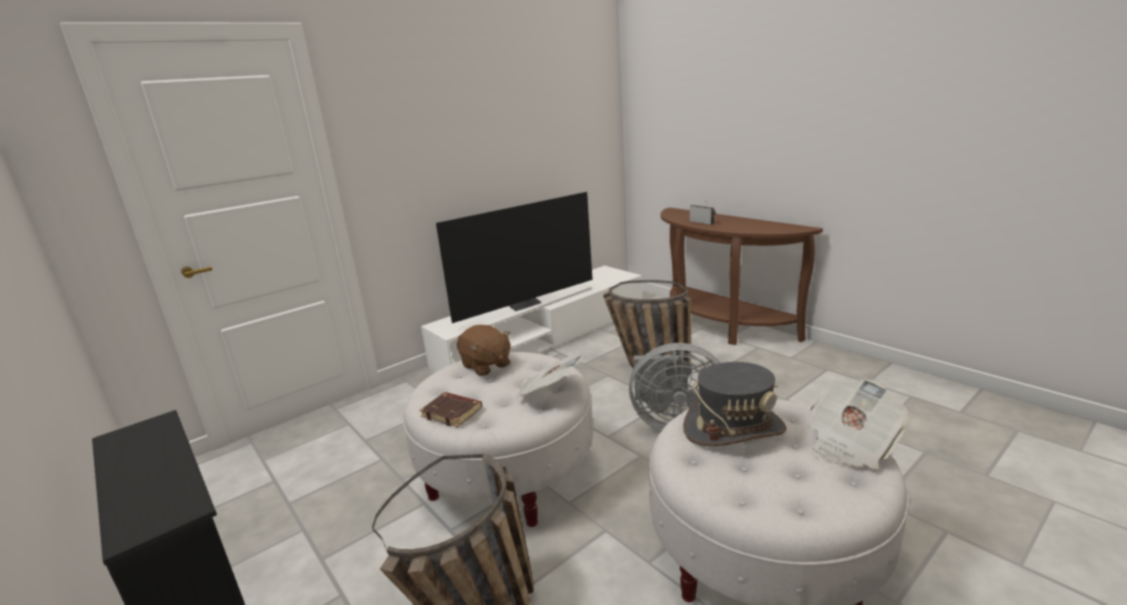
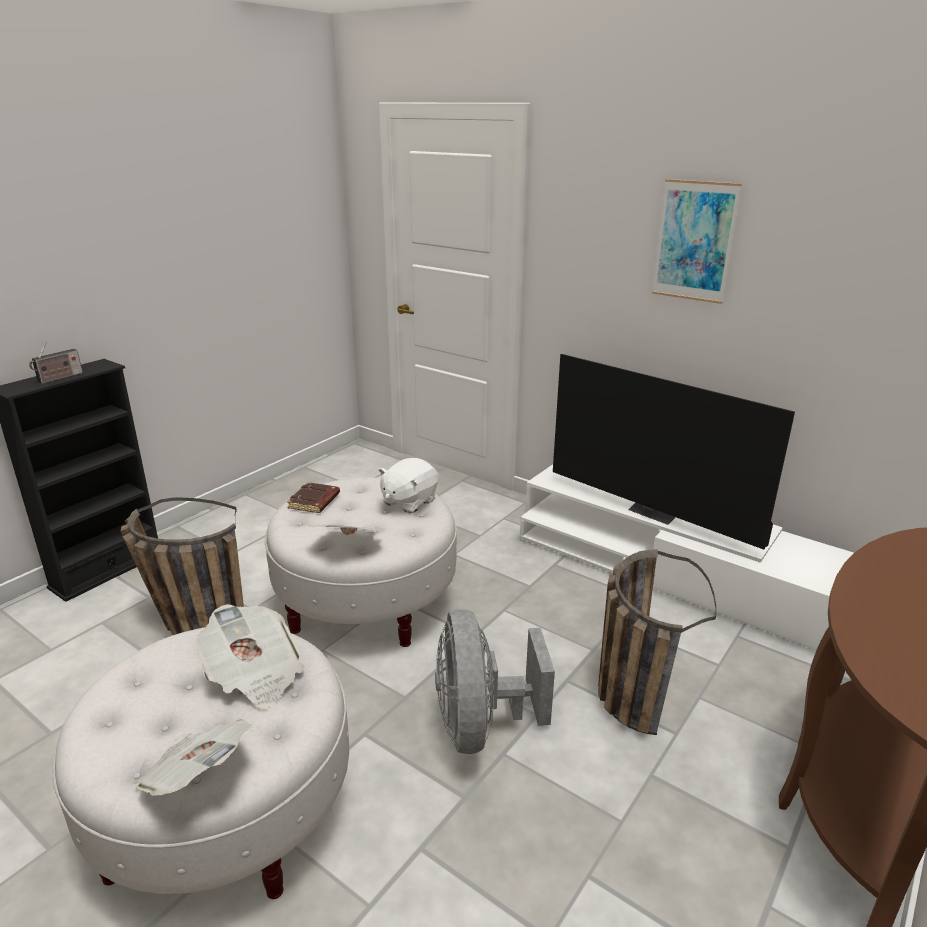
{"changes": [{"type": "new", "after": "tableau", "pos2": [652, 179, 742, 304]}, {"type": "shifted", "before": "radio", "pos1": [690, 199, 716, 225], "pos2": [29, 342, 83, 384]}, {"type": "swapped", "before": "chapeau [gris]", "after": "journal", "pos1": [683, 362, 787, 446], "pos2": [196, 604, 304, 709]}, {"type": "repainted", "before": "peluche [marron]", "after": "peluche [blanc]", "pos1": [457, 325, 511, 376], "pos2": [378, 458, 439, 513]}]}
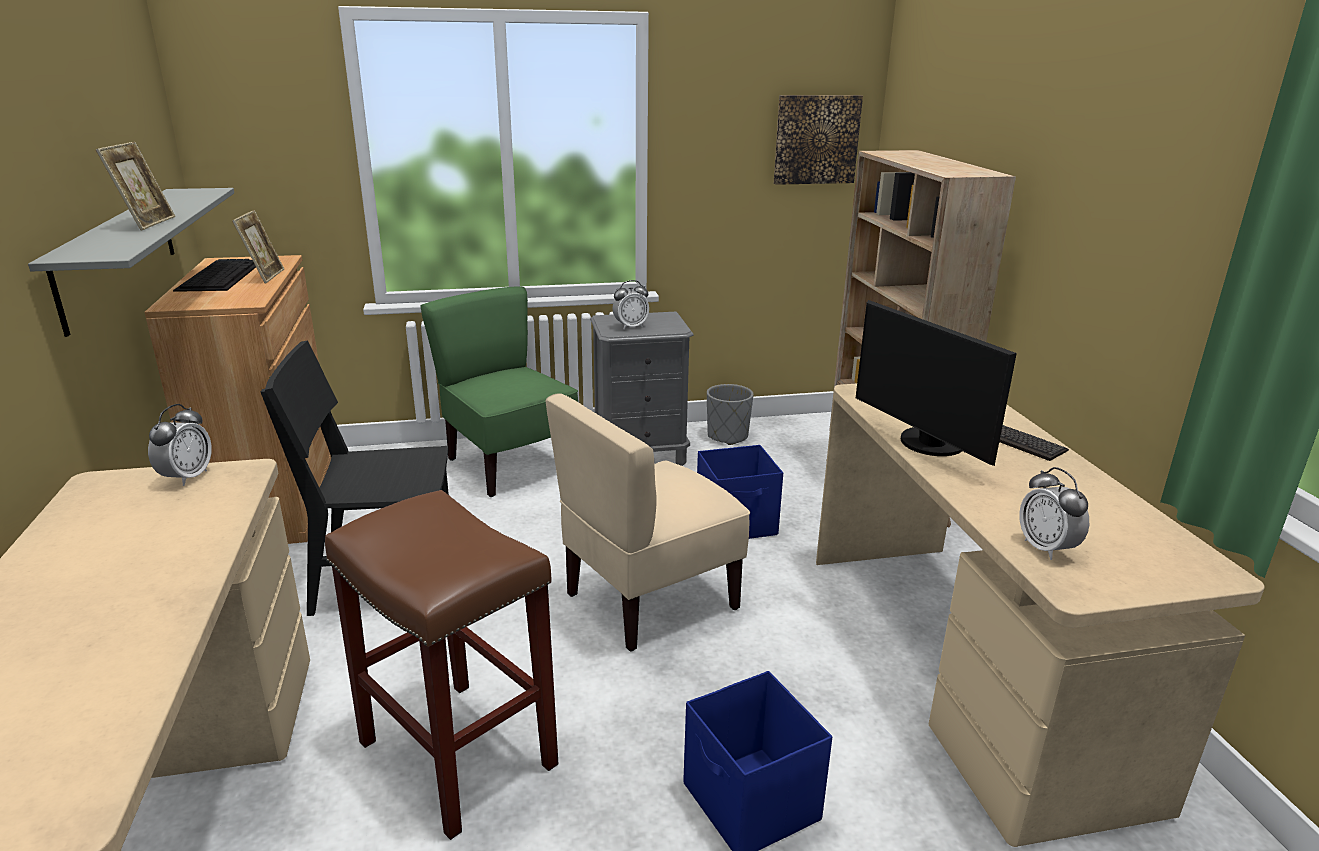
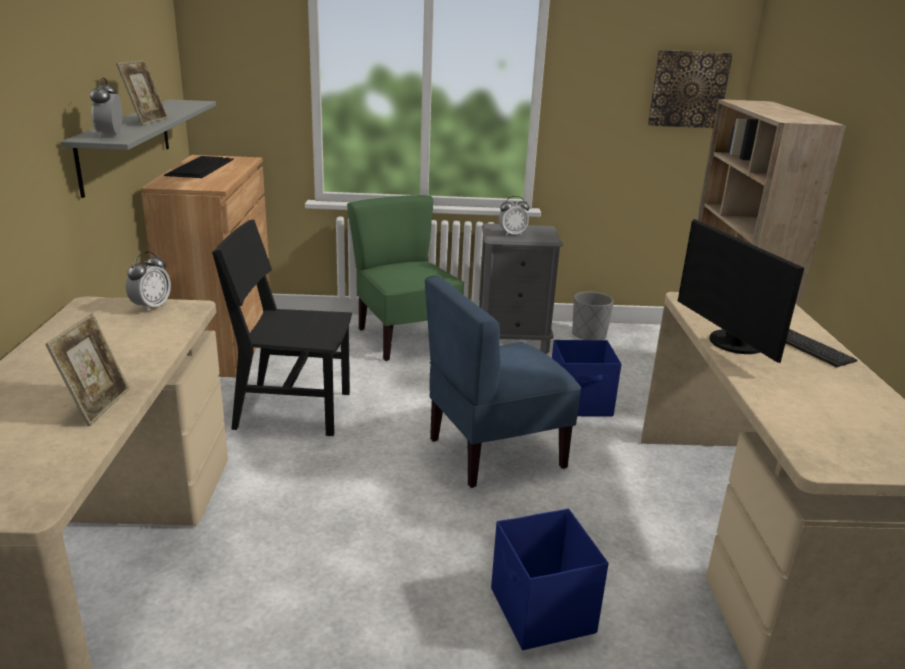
{"changes": [{"type": "gone", "before": "tabouret [marron]", "pos1": [325, 490, 558, 840]}, {"type": "shifted", "before": "cadre photo", "pos1": [232, 210, 284, 283], "pos2": [45, 313, 130, 426]}, {"type": "shifted", "before": "réveil", "pos1": [1019, 467, 1089, 560], "pos2": [90, 78, 123, 138]}, {"type": "repainted", "before": "chaise [beige]", "after": "chaise [bleu]", "pos1": [545, 393, 750, 652], "pos2": [425, 276, 581, 488]}]}
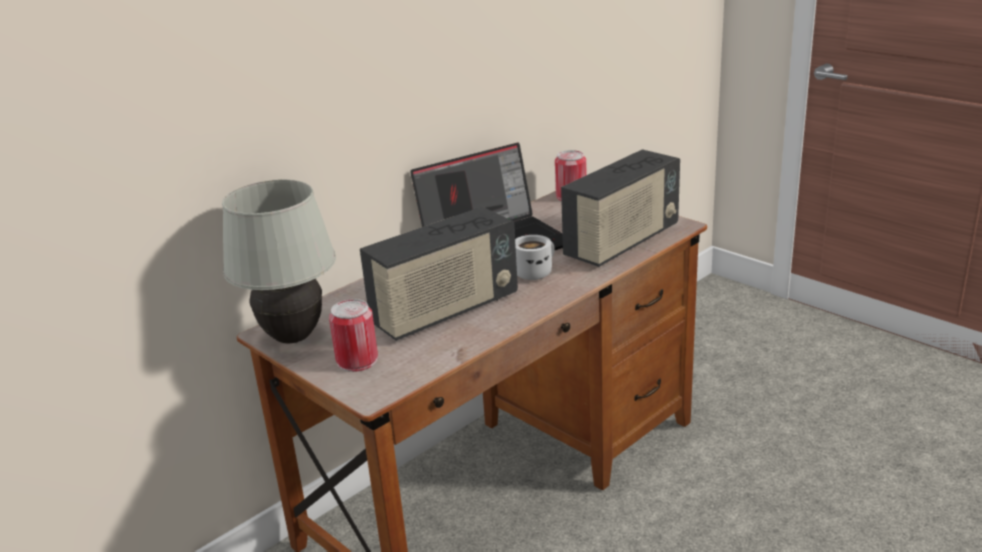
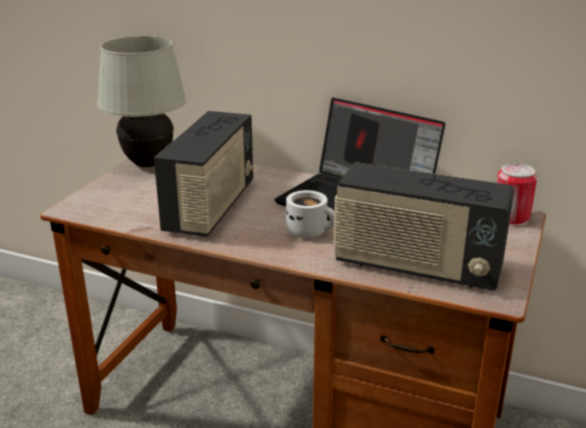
{"changes": [{"type": "gone", "before": "boîte métallique", "pos1": [329, 299, 378, 372]}, {"type": "rotated", "before": "radio", "pos1": [360, 207, 518, 341], "pos2": [154, 111, 255, 237], "turn": -105}]}
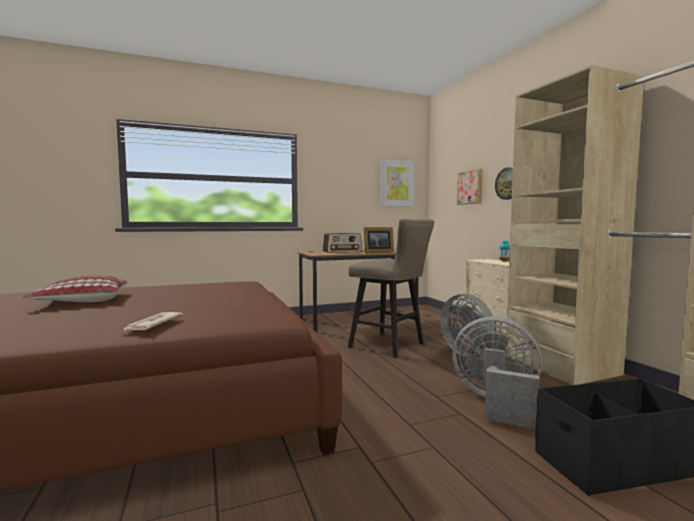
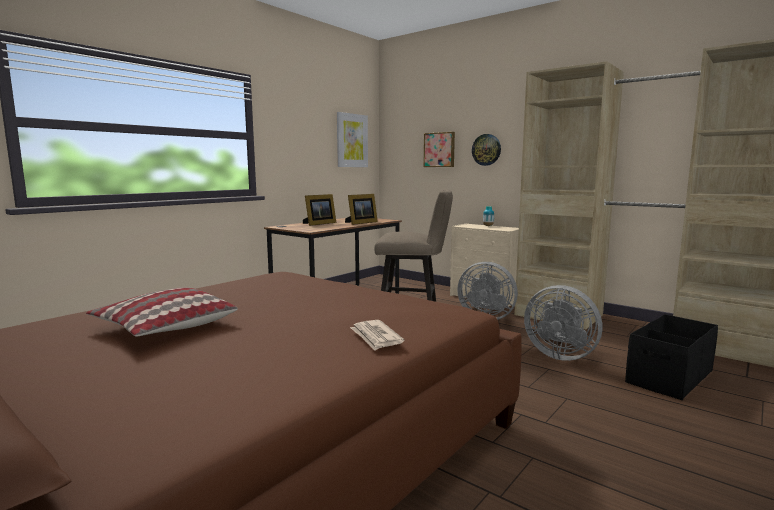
{"changes": [{"type": "swapped", "before": "radio", "after": "cadre photo", "pos1": [323, 233, 362, 253], "pos2": [303, 194, 336, 226]}, {"type": "rotated", "before": "ventilateur [gris]", "pos1": [452, 316, 542, 429], "pos2": [524, 285, 603, 361], "turn": -135}]}
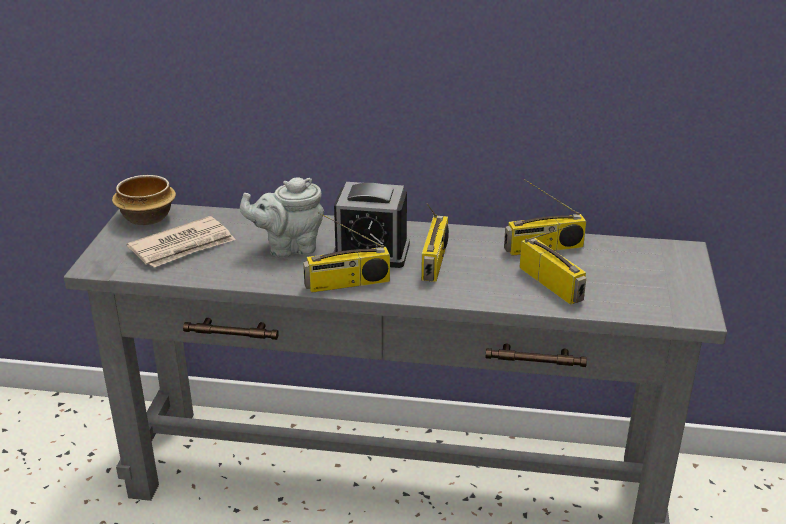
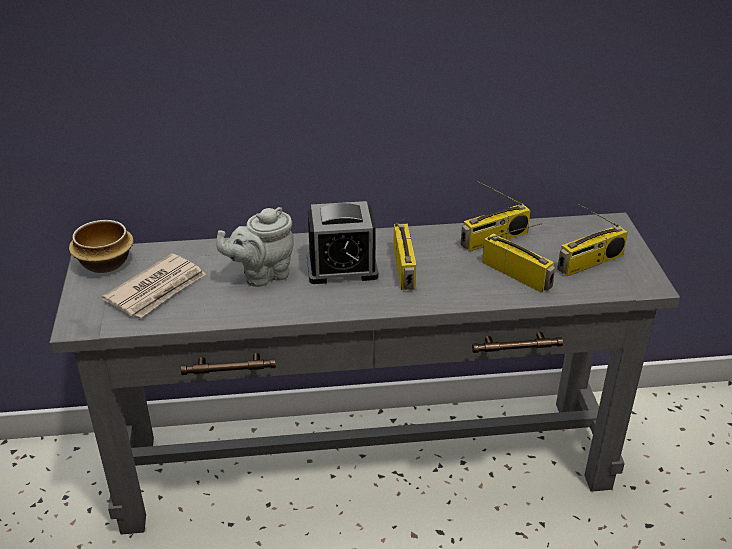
{"changes": [{"type": "shifted", "before": "radio", "pos1": [303, 212, 390, 293], "pos2": [557, 204, 628, 276]}]}
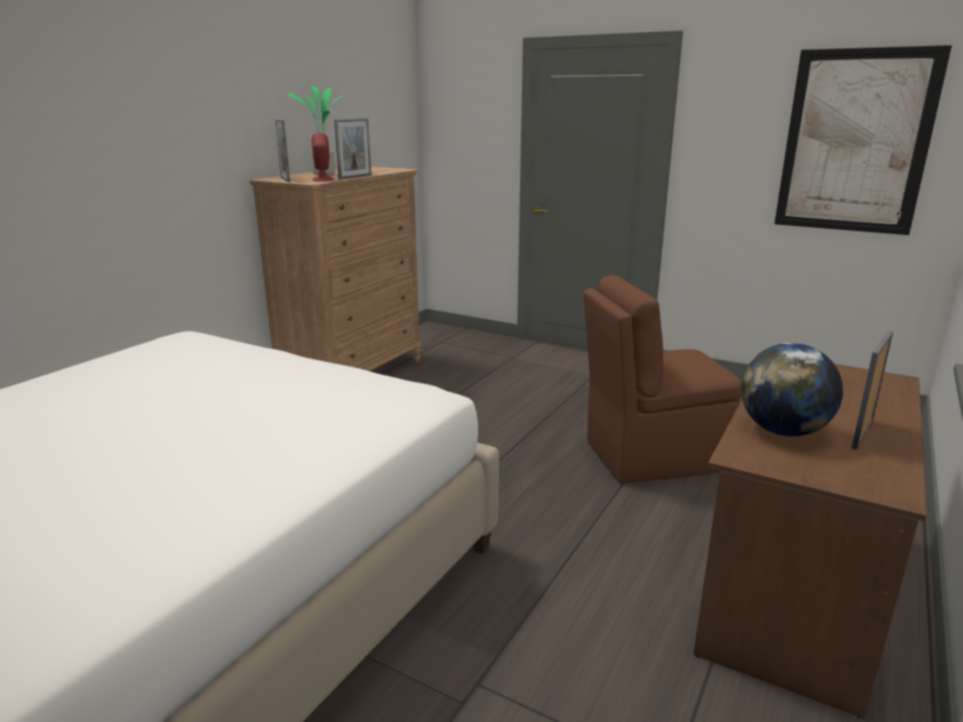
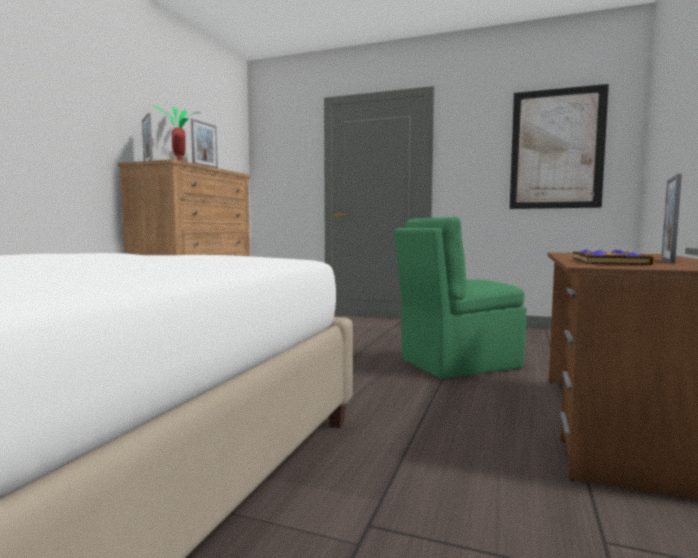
{"changes": [{"type": "swapped", "before": "globe", "after": "livre", "pos1": [741, 343, 843, 437], "pos2": [568, 249, 655, 266]}, {"type": "repainted", "before": "chaise [marron]", "after": "chaise [vert]", "pos1": [583, 275, 741, 484], "pos2": [394, 217, 526, 379]}]}
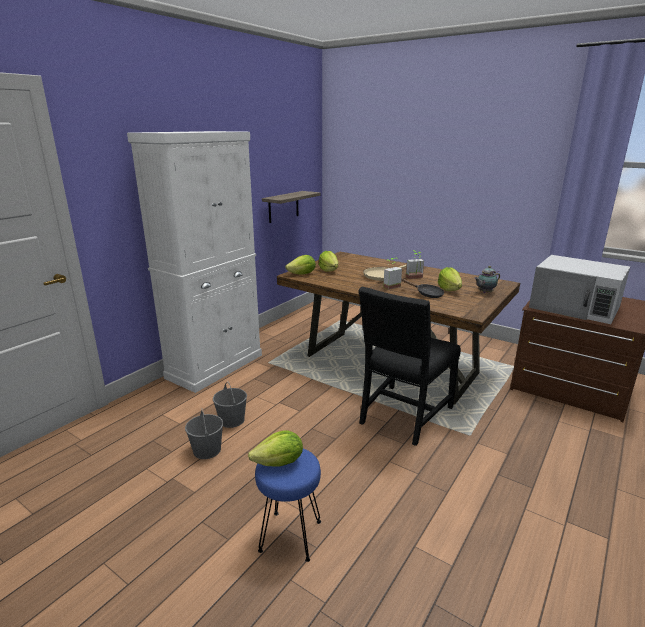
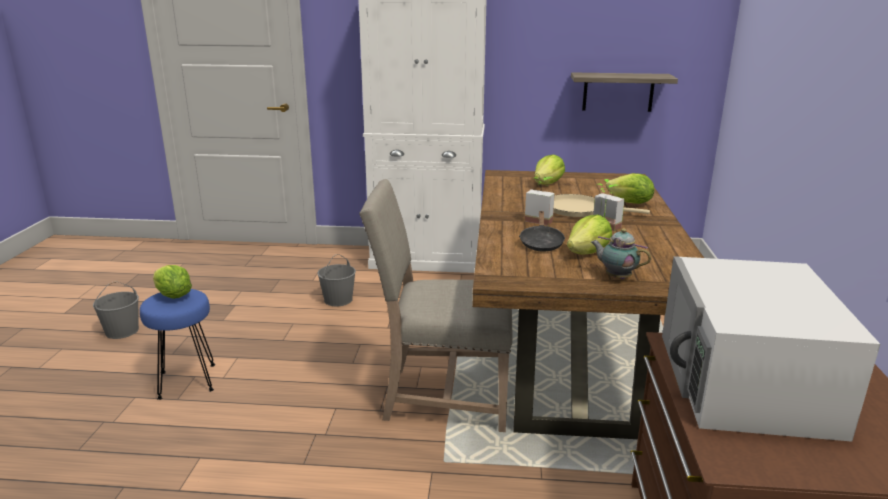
{"changes": [{"type": "shifted", "before": "seau [gris]", "pos1": [185, 408, 223, 459], "pos2": [93, 281, 139, 339]}, {"type": "shifted", "before": "laitue", "pos1": [285, 255, 316, 275], "pos2": [606, 173, 654, 204]}, {"type": "repainted", "before": "chaise [noir]", "after": "chaise [beige]", "pos1": [359, 286, 461, 446], "pos2": [359, 179, 513, 432]}]}
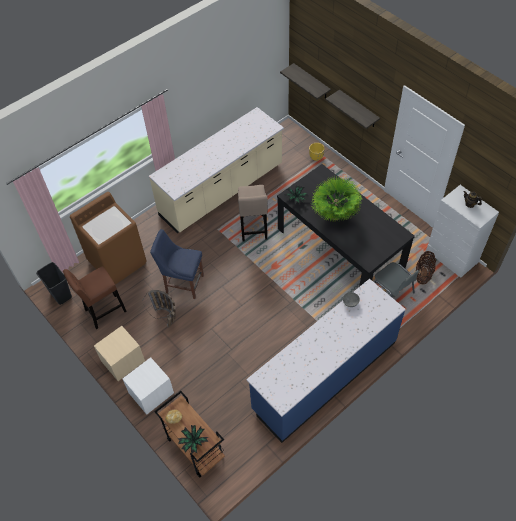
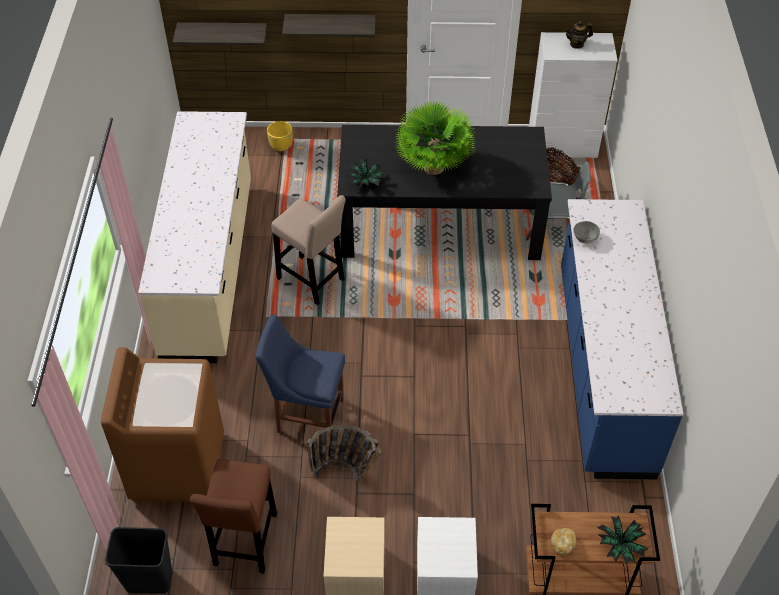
{"changes": [{"type": "rotated", "before": "chaise [bleu]", "pos1": [150, 229, 204, 299], "pos2": [255, 314, 345, 433], "turn": 45}]}
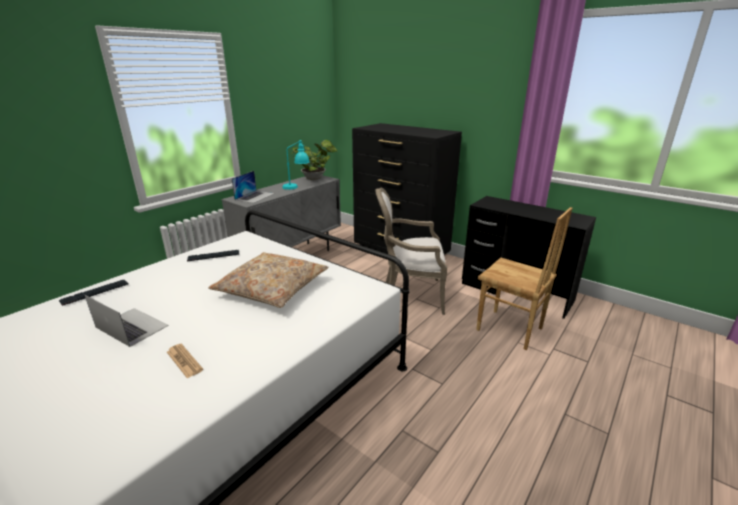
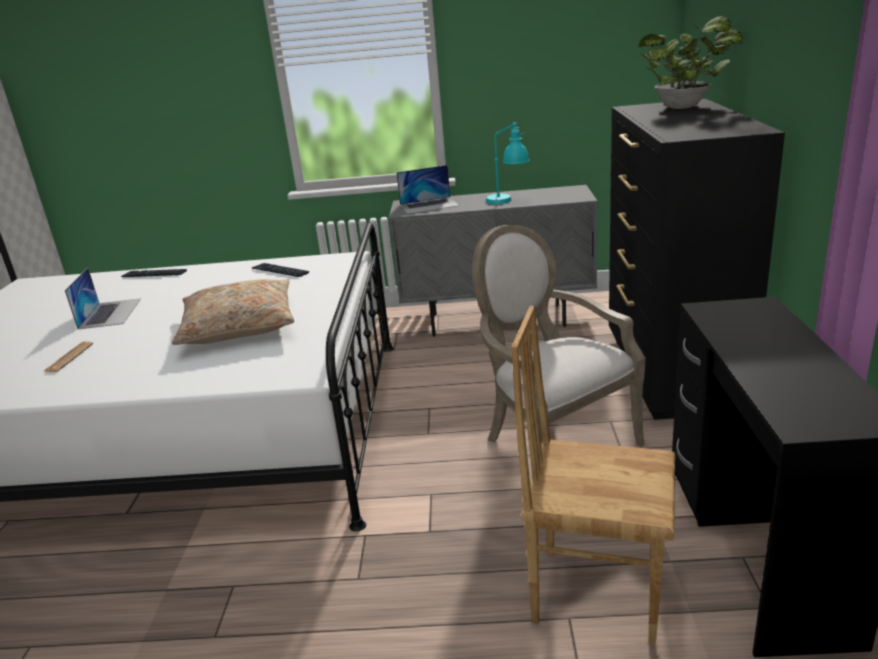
{"changes": [{"type": "shifted", "before": "plante en pot", "pos1": [292, 140, 337, 180], "pos2": [639, 16, 743, 109]}, {"type": "rotated", "before": "chaise [marron]", "pos1": [476, 207, 572, 350], "pos2": [511, 306, 675, 644], "turn": 105}]}
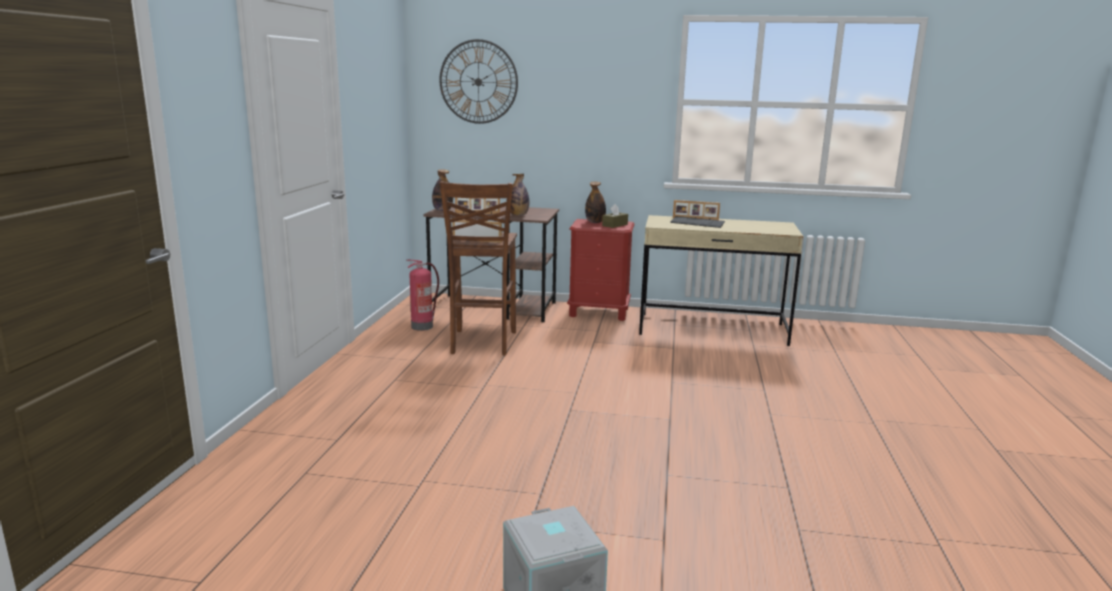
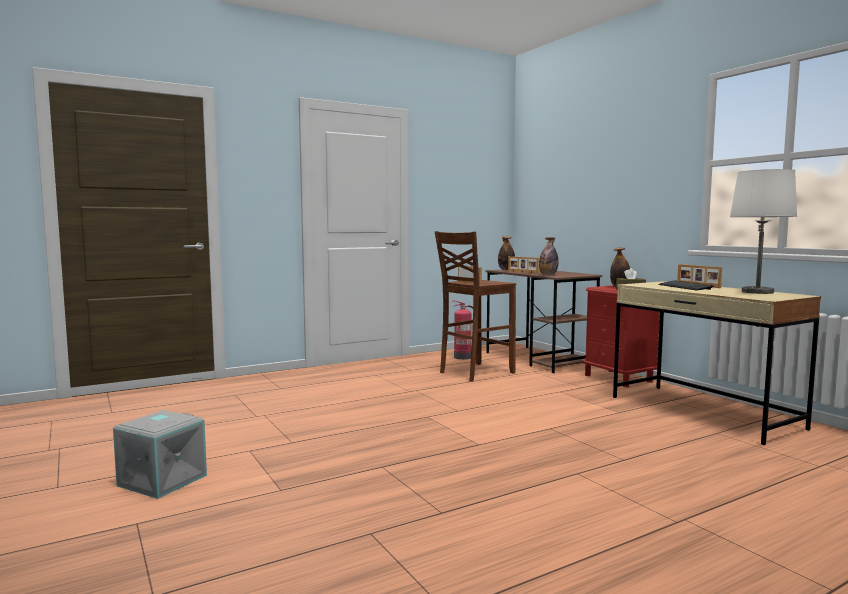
{"changes": [{"type": "gone", "before": "horloge murale", "pos1": [439, 39, 518, 124]}, {"type": "new", "after": "lampe de table [blanc]", "pos2": [730, 169, 797, 294]}]}
